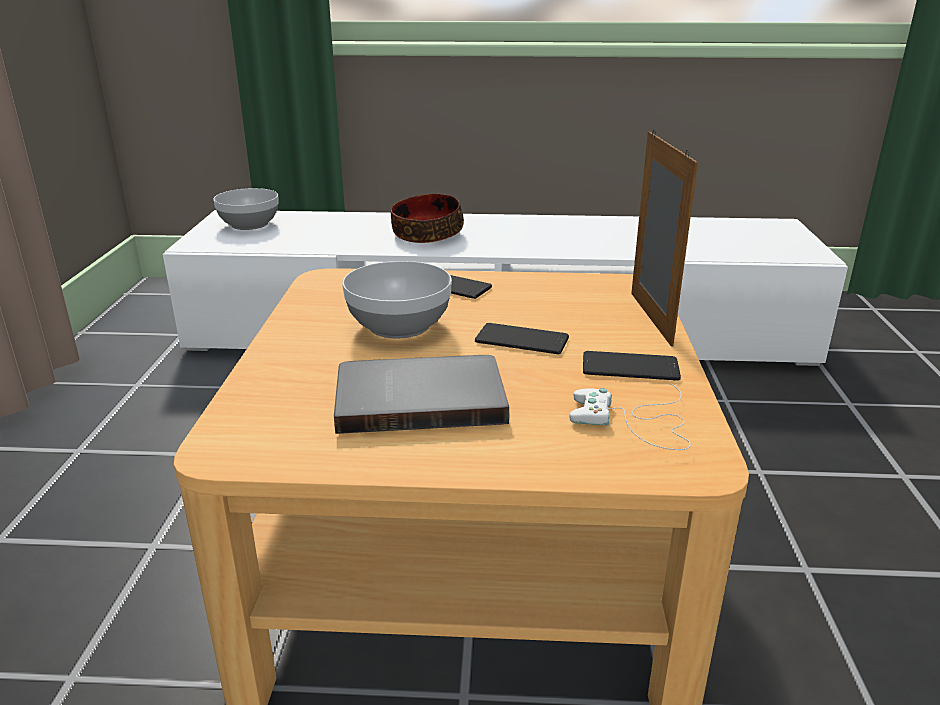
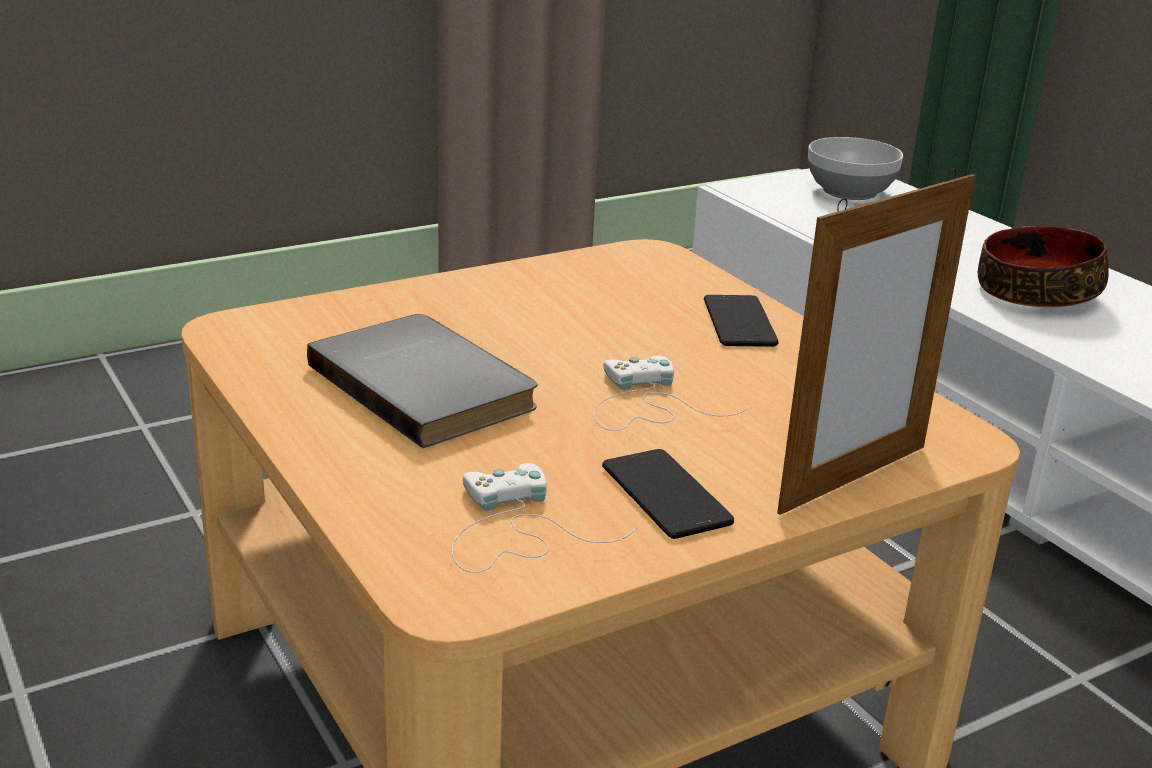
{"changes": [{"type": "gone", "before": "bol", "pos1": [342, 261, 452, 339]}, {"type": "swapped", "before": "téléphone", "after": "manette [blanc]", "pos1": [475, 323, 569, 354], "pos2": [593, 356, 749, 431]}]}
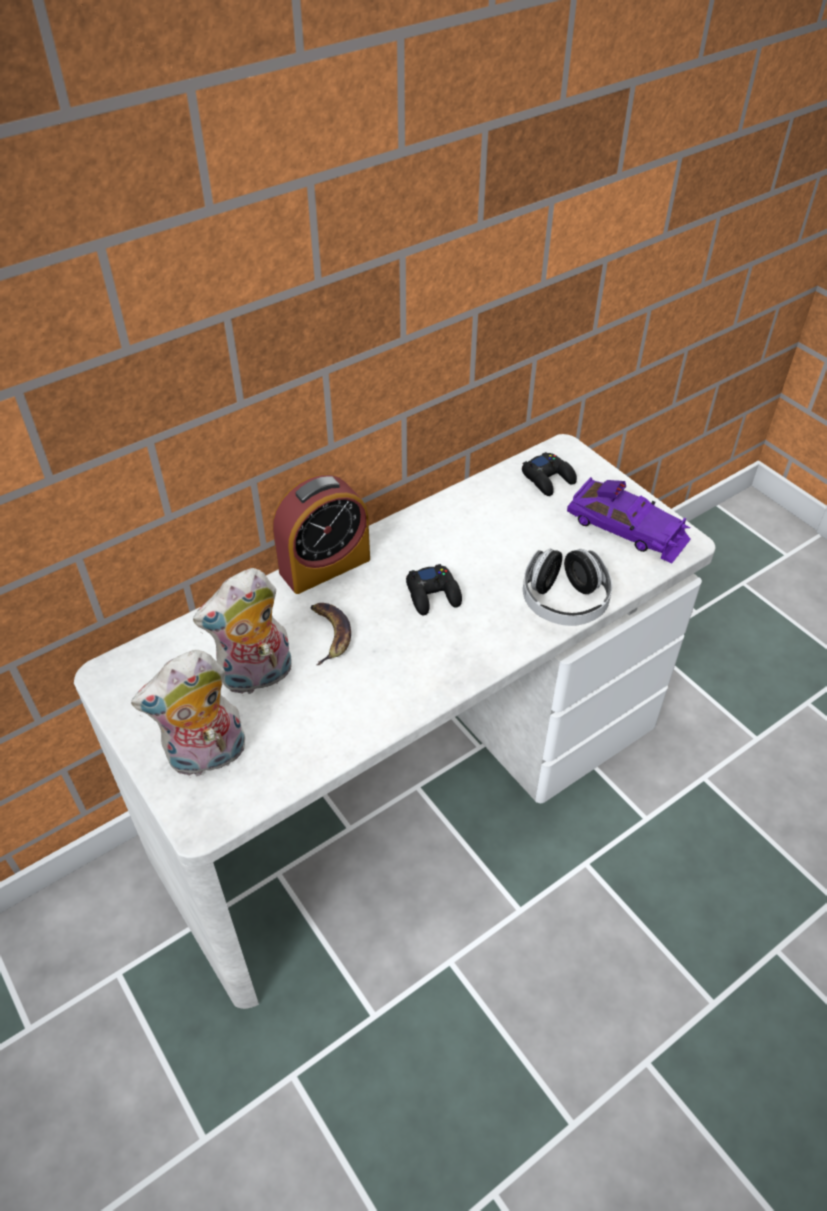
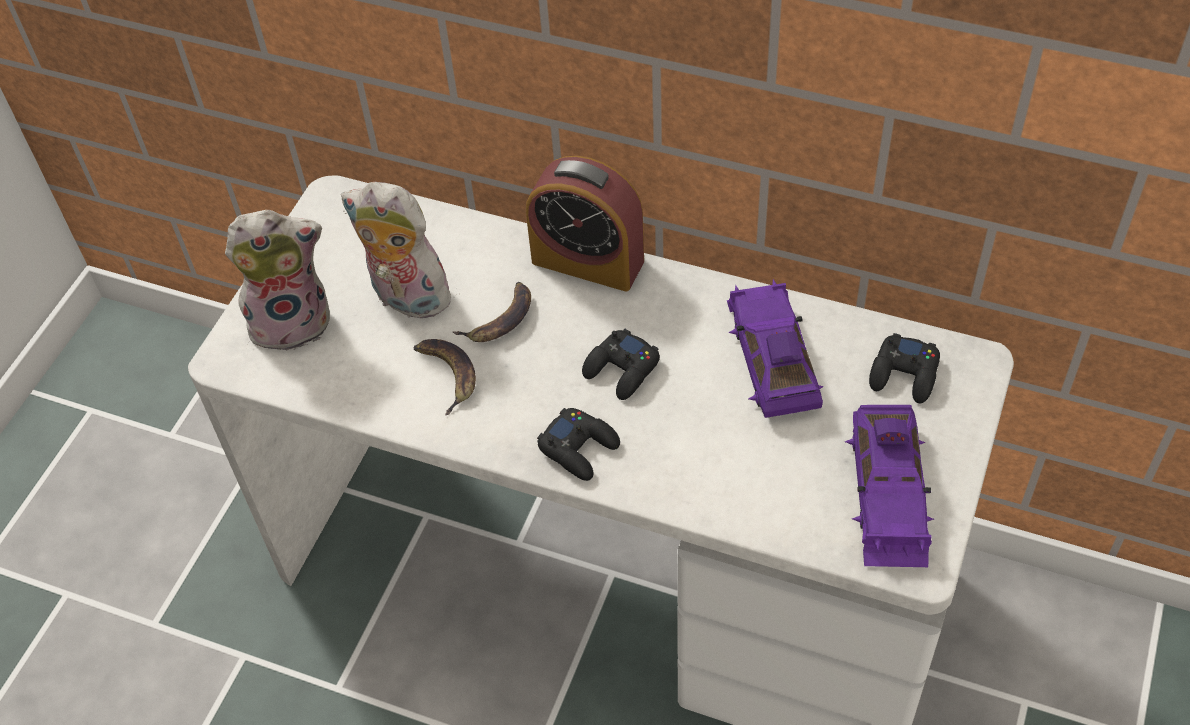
{"changes": [{"type": "gone", "before": "casque audio", "pos1": [523, 549, 612, 626]}, {"type": "new", "after": "banane", "pos2": [413, 339, 476, 415]}, {"type": "new", "after": "manette [noir]", "pos2": [537, 408, 620, 481]}, {"type": "new", "after": "petite voiture [violet]", "pos2": [727, 279, 824, 418]}, {"type": "rotated", "before": "peluche", "pos1": [131, 650, 245, 776], "pos2": [225, 210, 330, 351], "turn": 135}]}
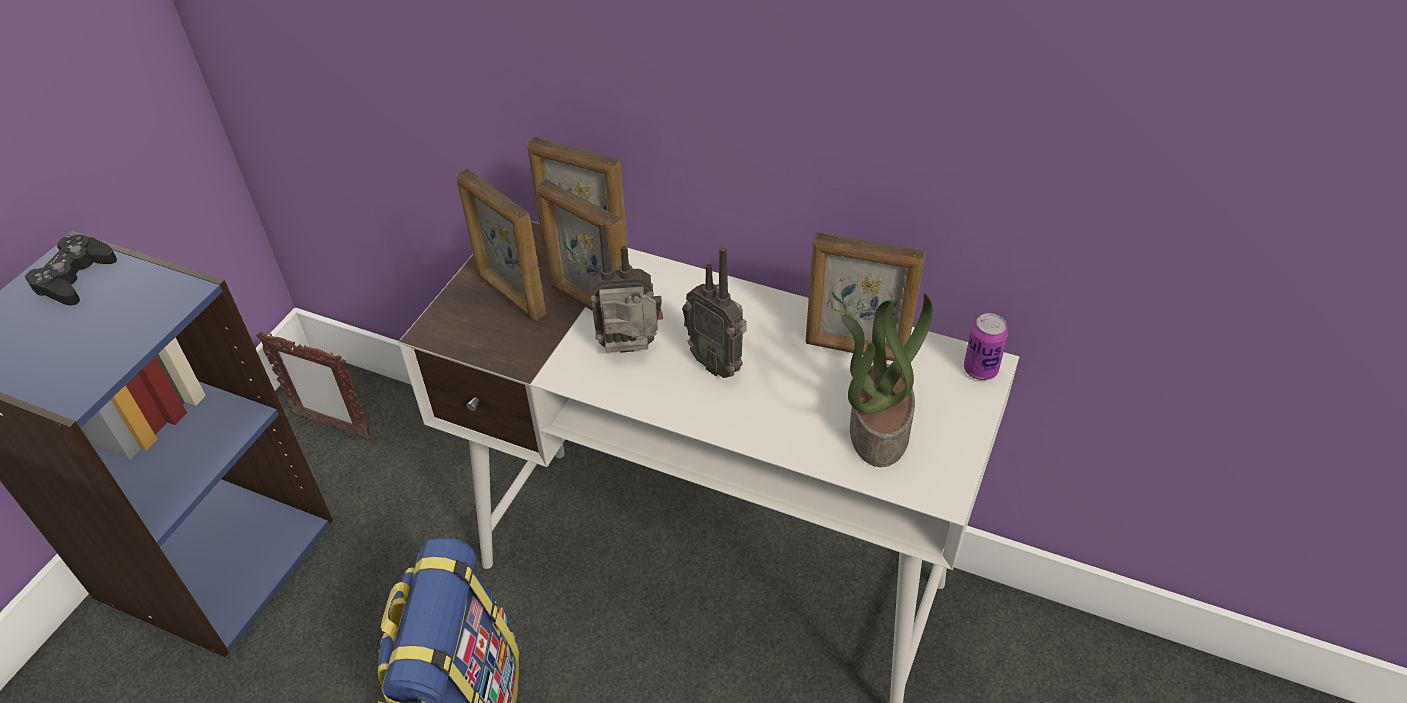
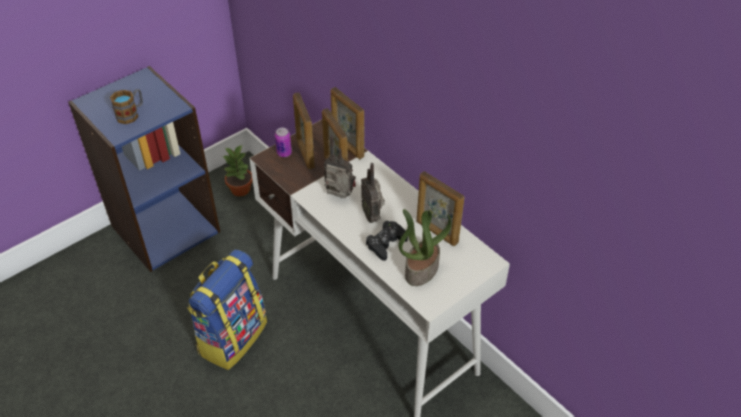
{"changes": [{"type": "new", "after": "mug", "pos2": [110, 89, 143, 124]}, {"type": "shifted", "before": "manette [noir]", "pos1": [25, 234, 117, 305], "pos2": [366, 220, 408, 261]}, {"type": "shifted", "before": "boîte métallique", "pos1": [964, 313, 1008, 380], "pos2": [275, 128, 292, 157]}, {"type": "swapped", "before": "cadre photo", "after": "plante en pot", "pos1": [256, 332, 374, 441], "pos2": [222, 145, 253, 197]}]}
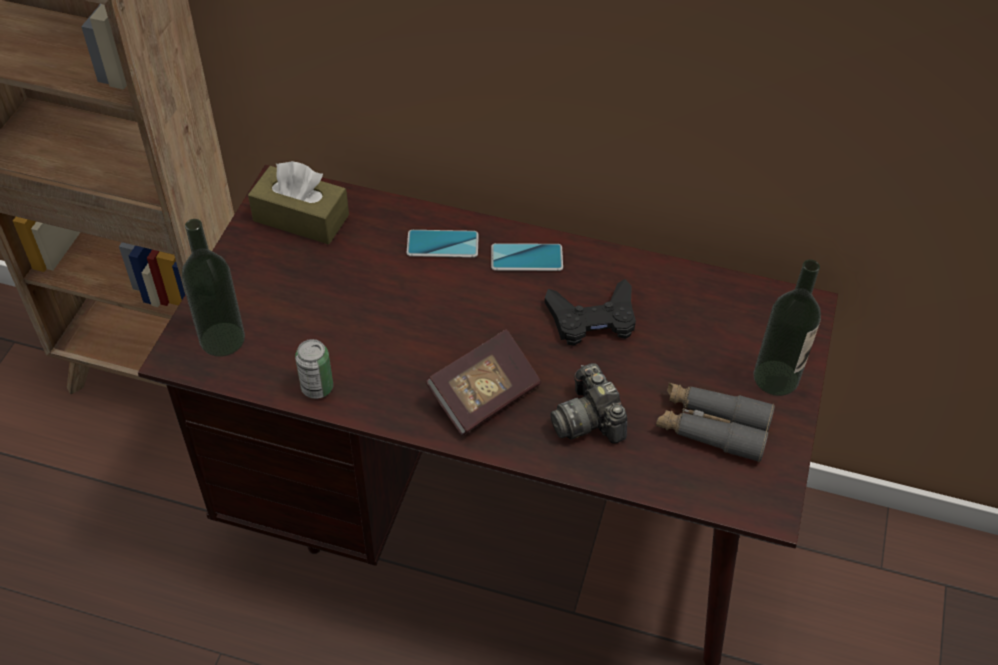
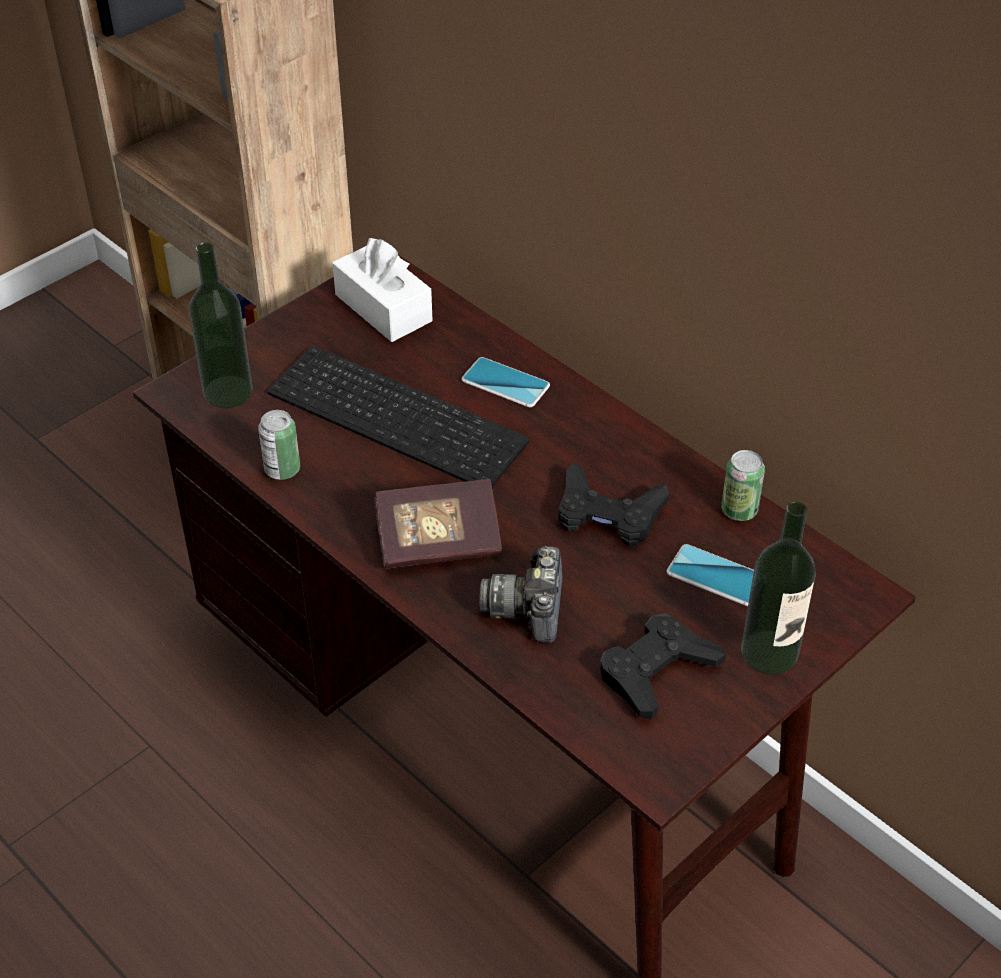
{"changes": [{"type": "new", "after": "clavier", "pos2": [268, 346, 529, 487]}, {"type": "new", "after": "boîte métallique", "pos2": [721, 450, 765, 521]}, {"type": "shifted", "before": "téléphone", "pos1": [491, 243, 563, 271], "pos2": [667, 544, 754, 606]}, {"type": "swapped", "before": "jumelles [gris]", "after": "manette [noir]", "pos1": [656, 383, 775, 462], "pos2": [600, 613, 726, 720]}, {"type": "repainted", "before": "boîte à mouchoirs [marron]", "after": "boîte à mouchoirs [blanc]", "pos1": [248, 161, 349, 244], "pos2": [333, 238, 432, 342]}]}
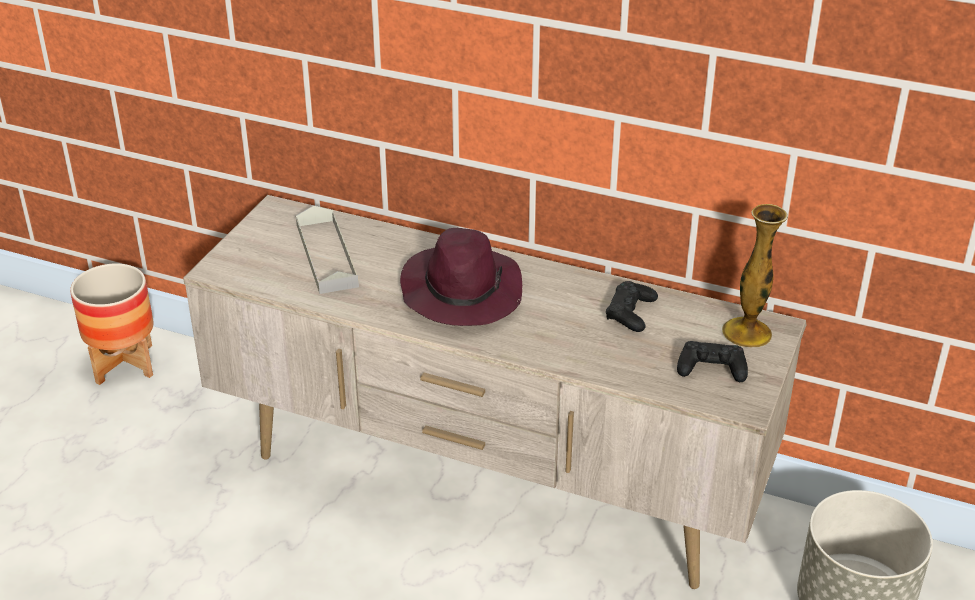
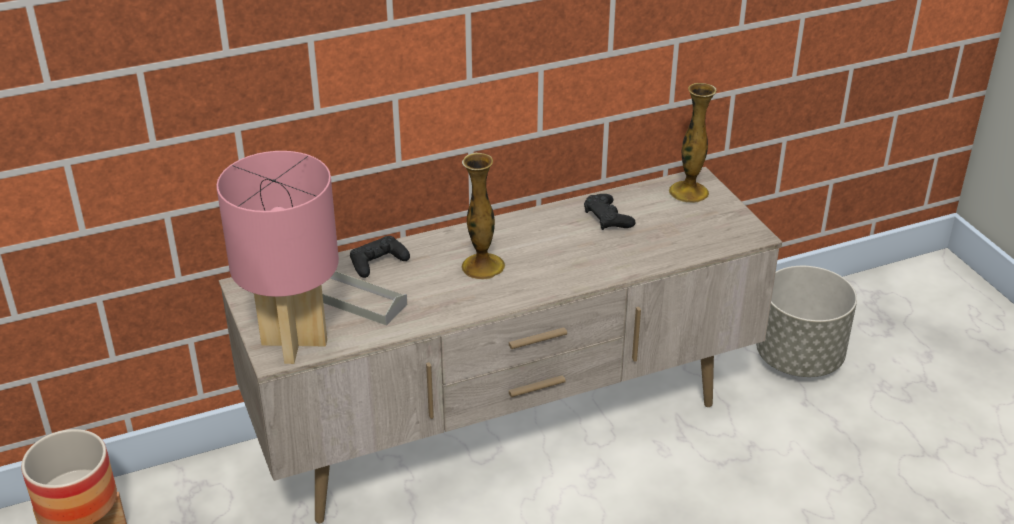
{"changes": [{"type": "new", "after": "lampe de table [rose]", "pos2": [216, 151, 339, 364]}, {"type": "shifted", "before": "manette [noir]", "pos1": [677, 341, 748, 382], "pos2": [350, 236, 410, 278]}, {"type": "swapped", "before": "chapeau [violet]", "after": "vase", "pos1": [400, 228, 522, 326], "pos2": [462, 153, 505, 279]}]}
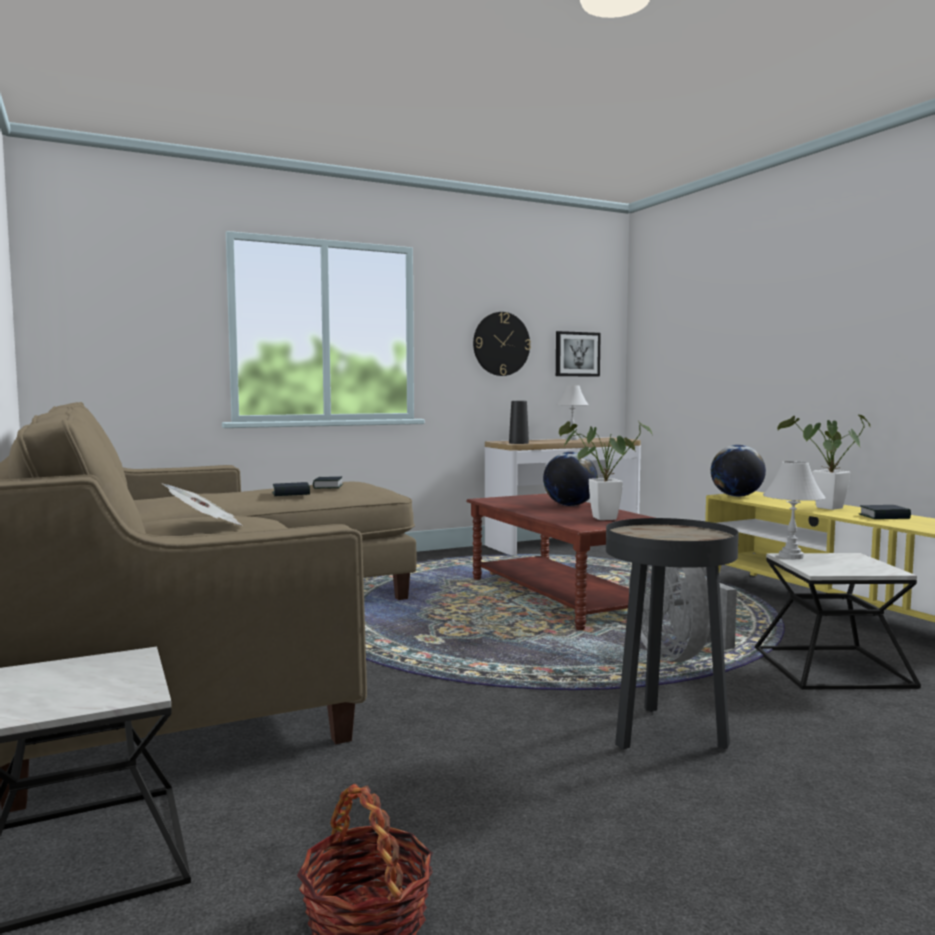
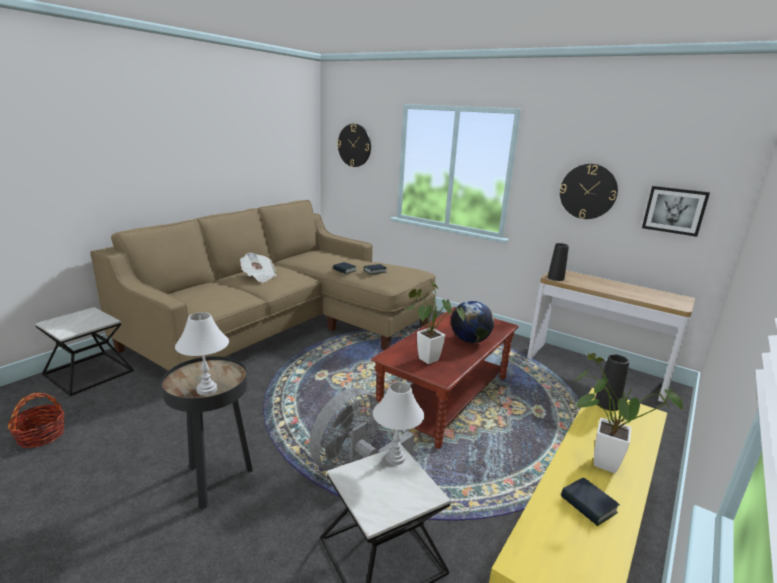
{"changes": [{"type": "new", "after": "horloge murale", "pos2": [337, 124, 371, 167]}, {"type": "shifted", "before": "lampe de table [blanc]", "pos1": [556, 385, 589, 440], "pos2": [175, 312, 229, 395]}, {"type": "swapped", "before": "globe", "after": "vase [noir]", "pos1": [711, 445, 766, 497], "pos2": [595, 354, 629, 411]}]}
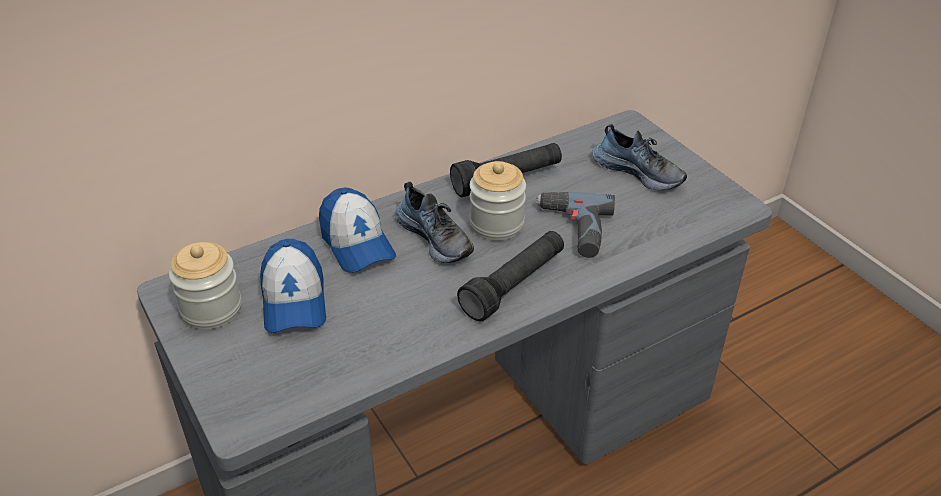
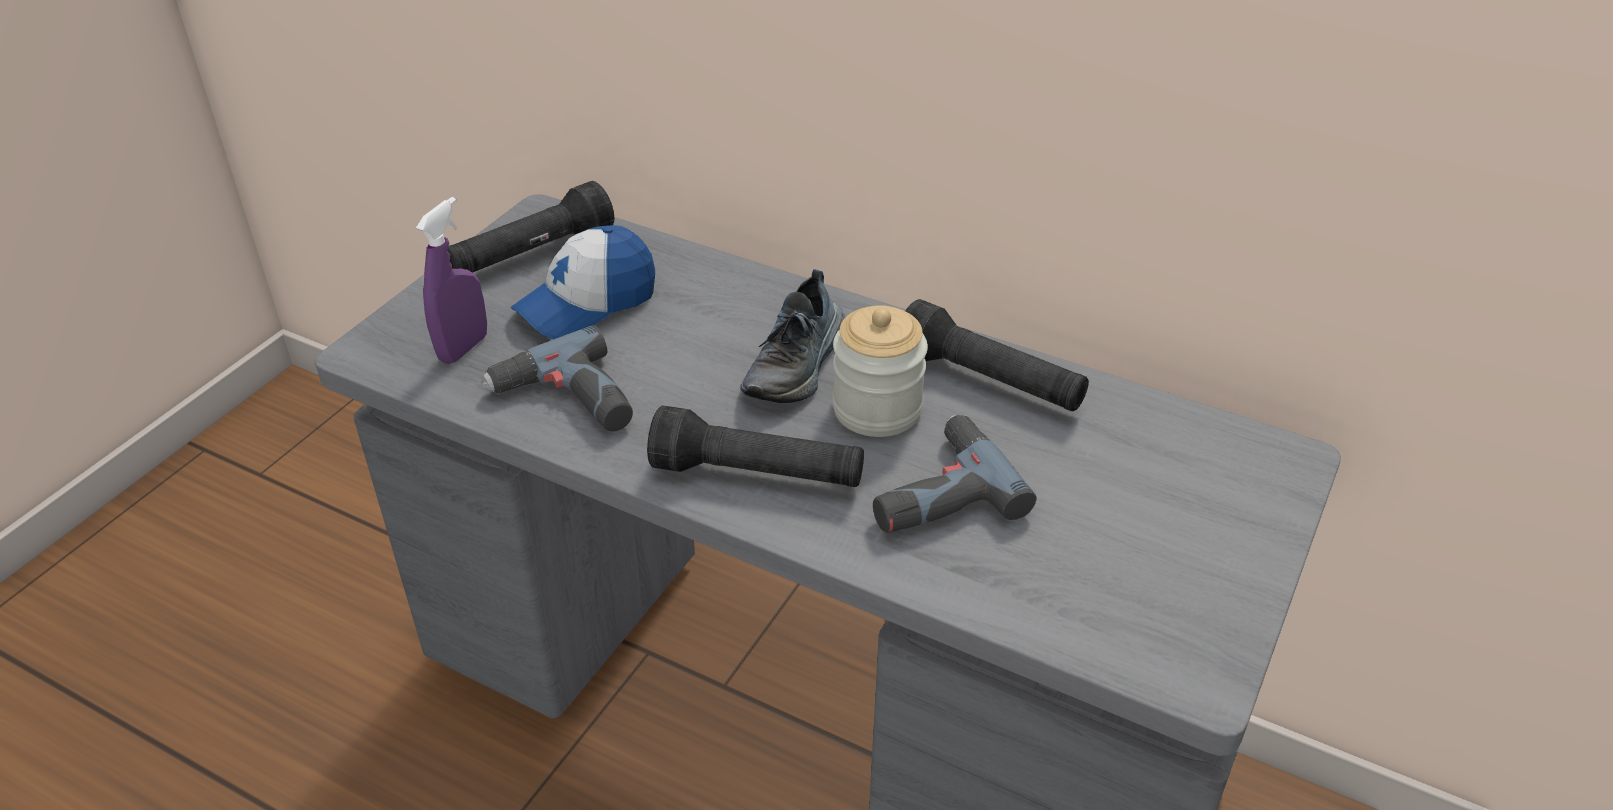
{"changes": [{"type": "gone", "before": "casquette", "pos1": [319, 187, 396, 273]}, {"type": "gone", "before": "chaussure", "pos1": [592, 124, 687, 190]}, {"type": "new", "after": "vaporisateur [violet]", "pos2": [416, 197, 487, 364]}, {"type": "new", "after": "perceuse", "pos2": [481, 325, 633, 431]}, {"type": "swapped", "before": "bocal", "after": "lampe de poche [noir]", "pos1": [169, 242, 242, 330], "pos2": [447, 181, 614, 273]}]}
